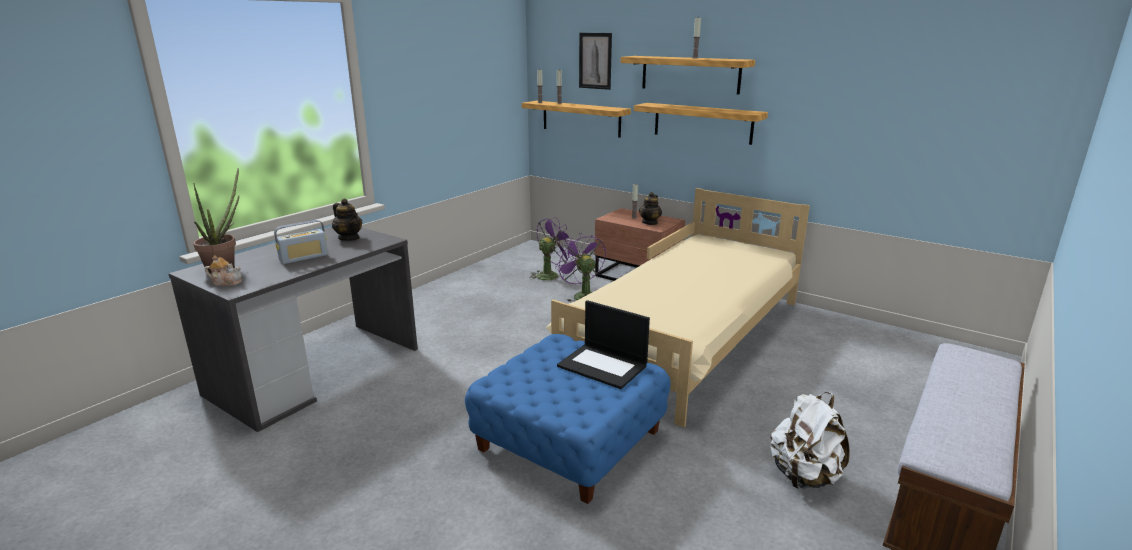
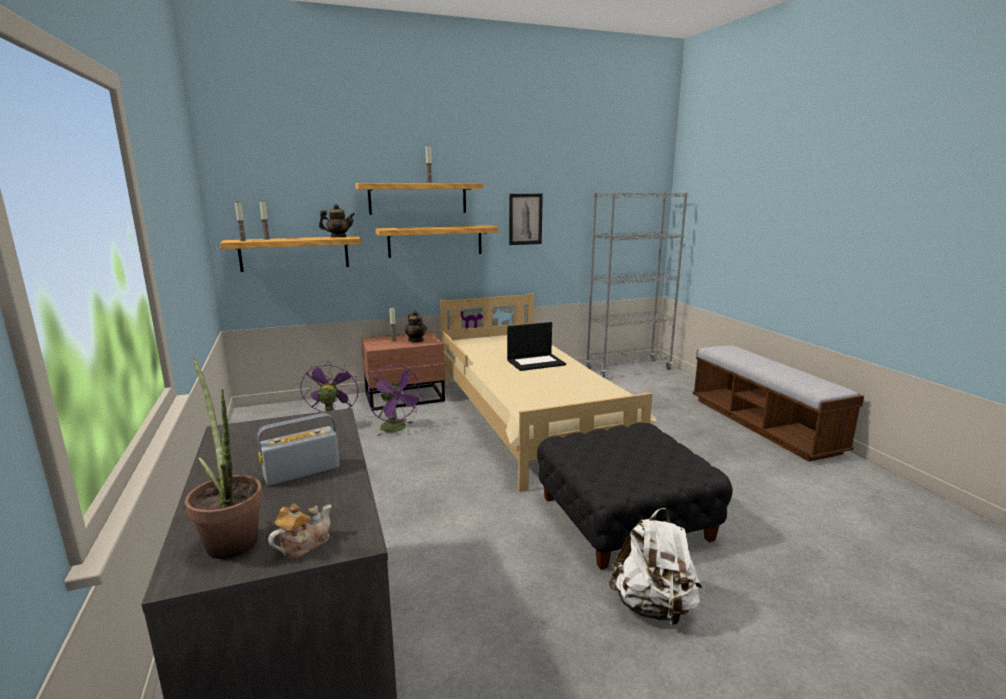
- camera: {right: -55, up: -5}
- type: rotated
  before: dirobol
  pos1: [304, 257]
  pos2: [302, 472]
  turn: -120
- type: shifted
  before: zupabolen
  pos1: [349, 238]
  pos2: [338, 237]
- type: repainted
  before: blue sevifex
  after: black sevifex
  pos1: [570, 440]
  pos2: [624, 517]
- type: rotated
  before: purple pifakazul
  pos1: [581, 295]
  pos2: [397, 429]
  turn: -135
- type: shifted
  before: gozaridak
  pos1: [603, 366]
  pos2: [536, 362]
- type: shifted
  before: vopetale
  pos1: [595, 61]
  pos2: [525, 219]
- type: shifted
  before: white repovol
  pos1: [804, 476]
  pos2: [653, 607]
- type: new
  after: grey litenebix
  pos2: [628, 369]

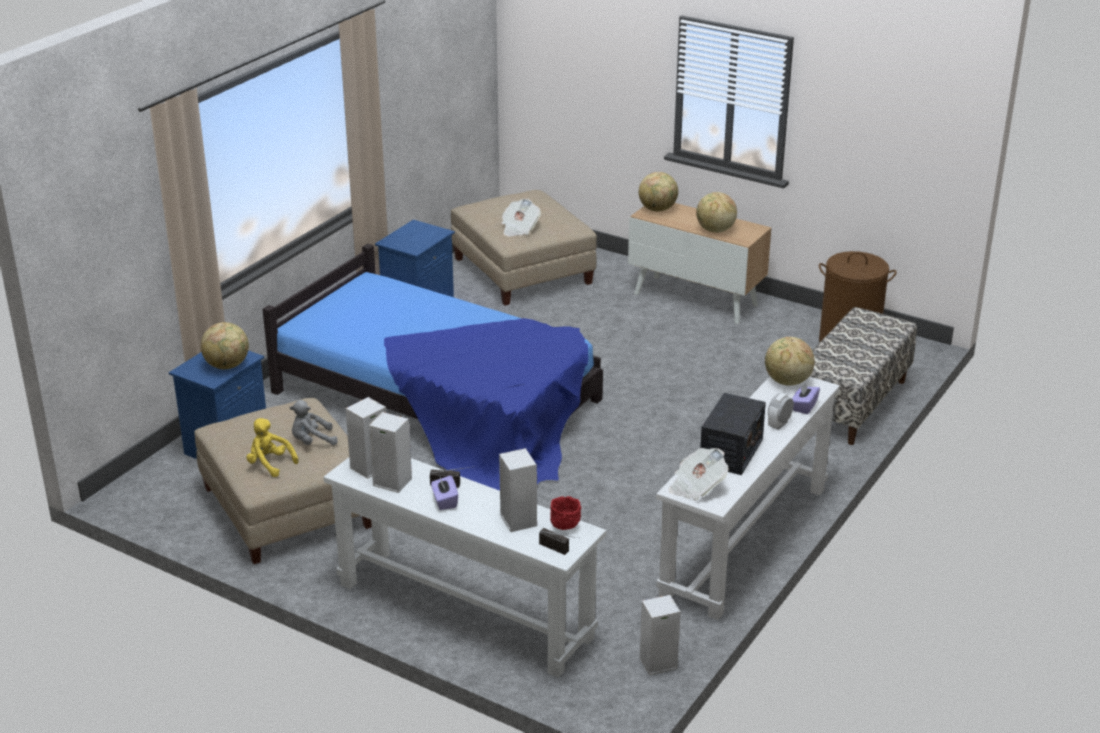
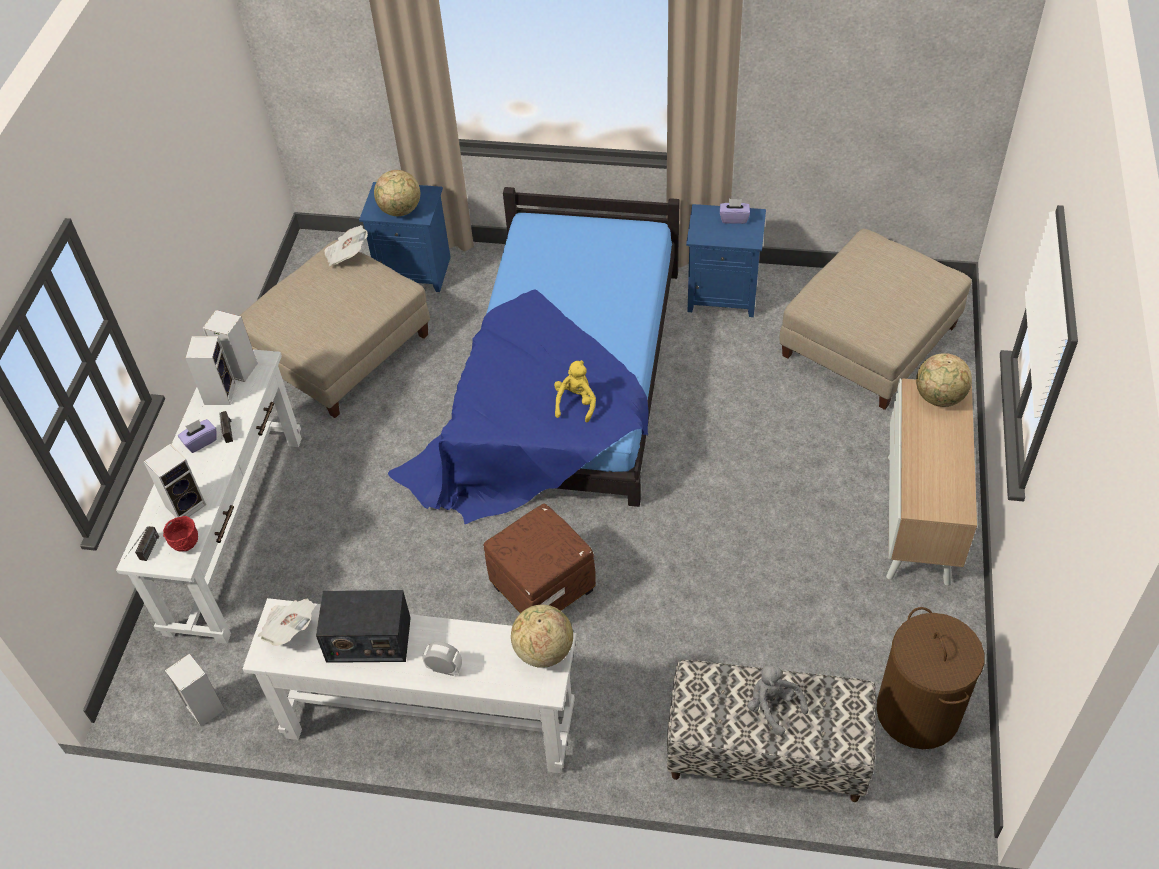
- camera: {right: 70, up: 20}
- type: shifted
  before: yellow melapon
  pos1: [270, 464]
  pos2: [576, 403]
- type: shifted
  before: grey melapon
  pos1: [312, 441]
  pos2: [772, 707]
- type: shifted
  before: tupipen
  pos1: [519, 228]
  pos2: [347, 255]
- type: gone
  before: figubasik
  pos1: [715, 230]
- type: shifted
  before: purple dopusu
  pos1: [804, 407]
  pos2: [734, 218]
- type: new
  after: brown sevifex
  pos2: [542, 590]

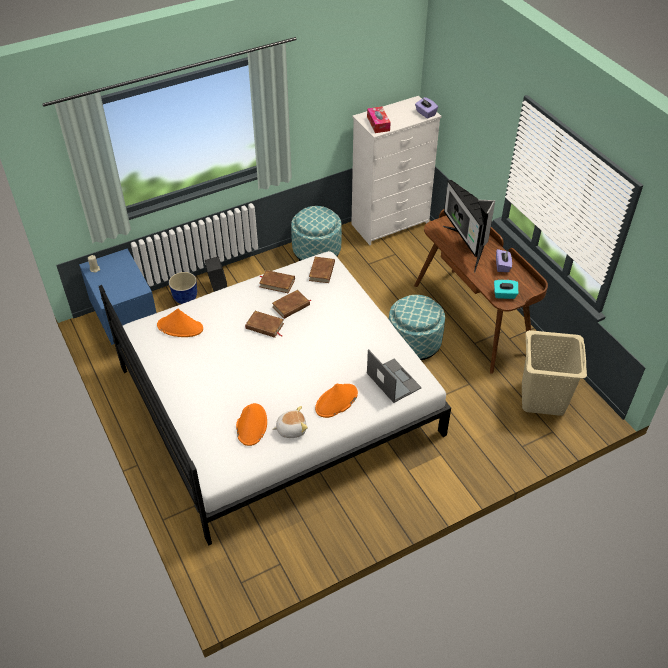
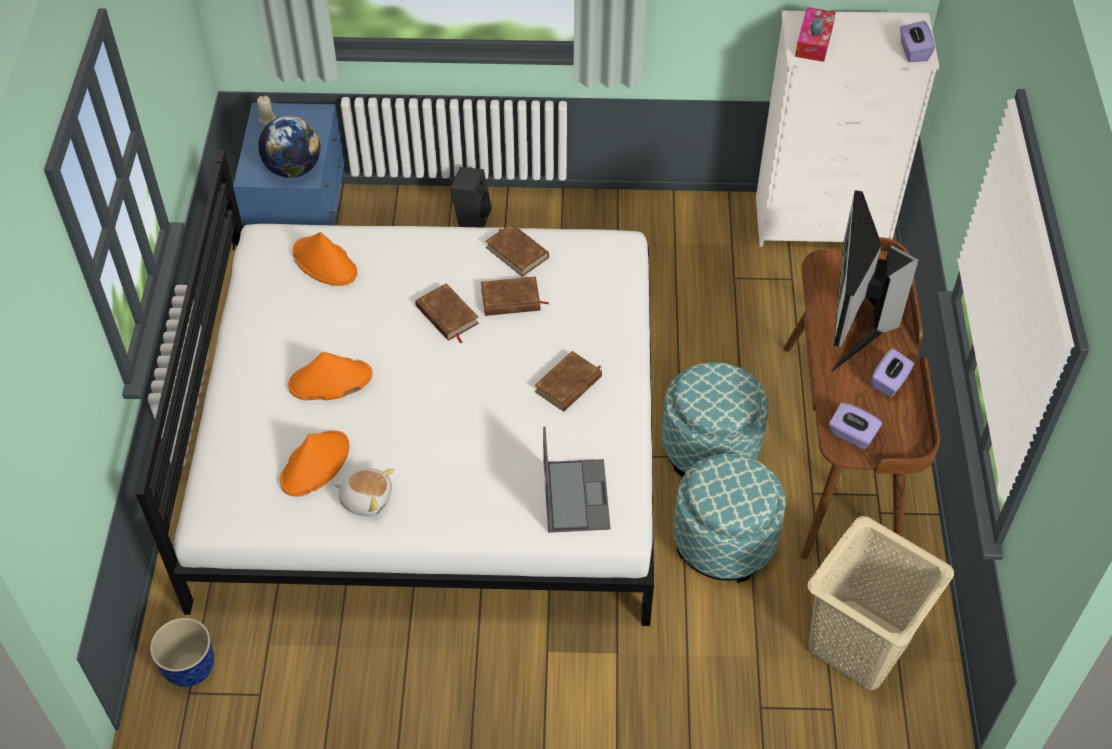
- camera: {right: 30, up: 5}
- type: shifted
  before: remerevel
  pos1: [185, 298]
  pos2: [190, 667]
- type: shifted
  before: sevifex
  pos1: [316, 251]
  pos2: [724, 540]
- type: shifted
  before: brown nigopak
  pos1: [322, 271]
  pos2: [569, 384]
- type: shifted
  before: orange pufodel
  pos1: [336, 401]
  pos2: [330, 381]
- type: repainted
  before: turquoise dopusu
  after: purple dopusu
  pos1: [504, 295]
  pos2: [852, 435]
- type: new
  after: figubasik
  pos2: [294, 169]

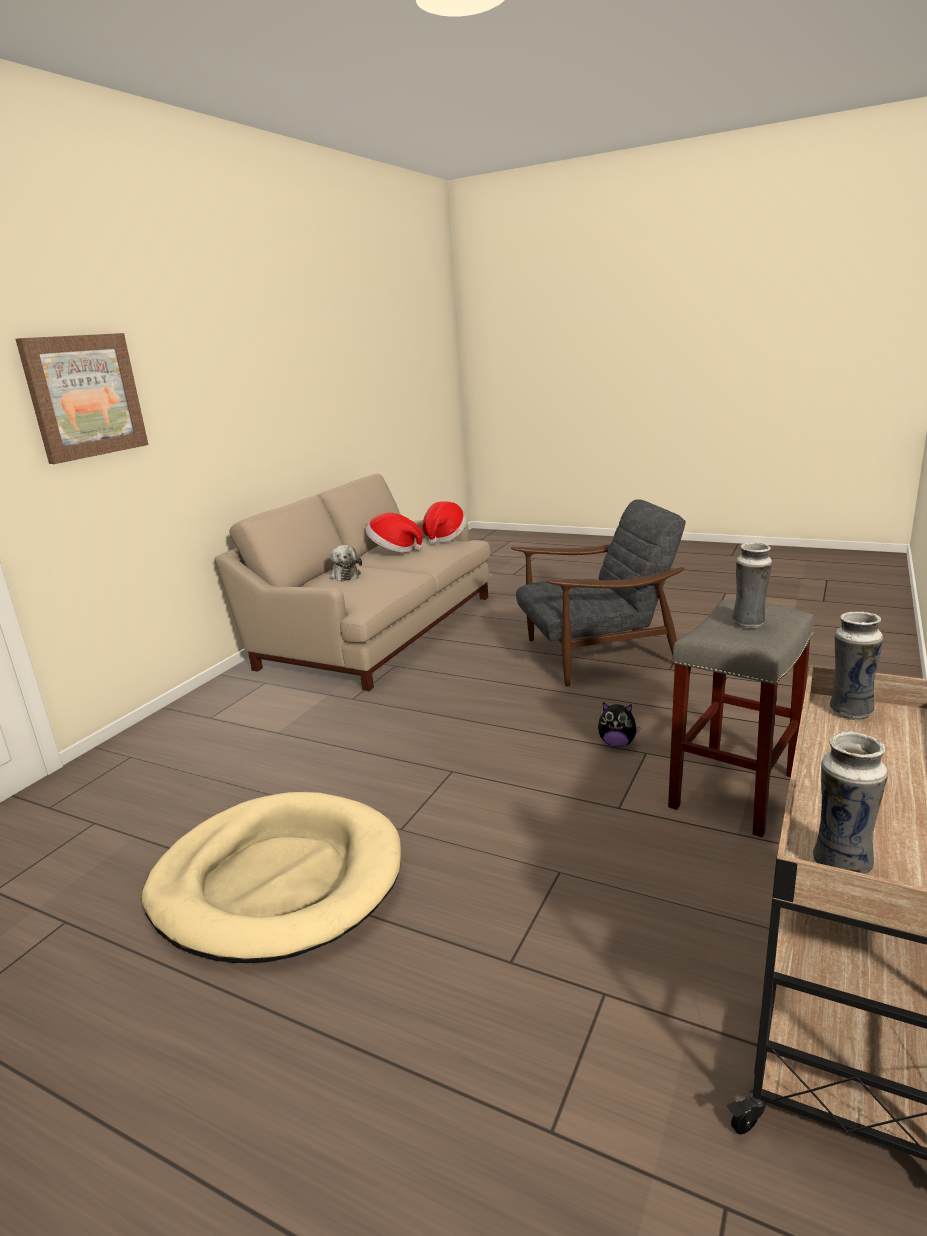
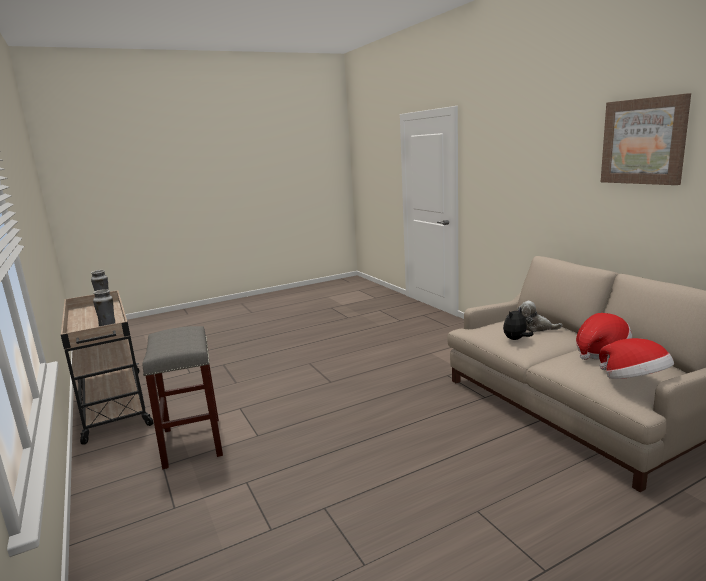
- camera: {right: 125, up: -5}
- type: shifted
  before: vopetale
  pos1: [84, 396]
  pos2: [643, 141]
- type: gone
  before: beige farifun
  pos1: [278, 881]
- type: gone
  before: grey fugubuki
  pos1: [596, 654]
- type: shifted
  before: melapon
  pos1: [617, 743]
  pos2: [516, 339]
- type: gone
  before: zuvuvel
  pos1: [749, 624]

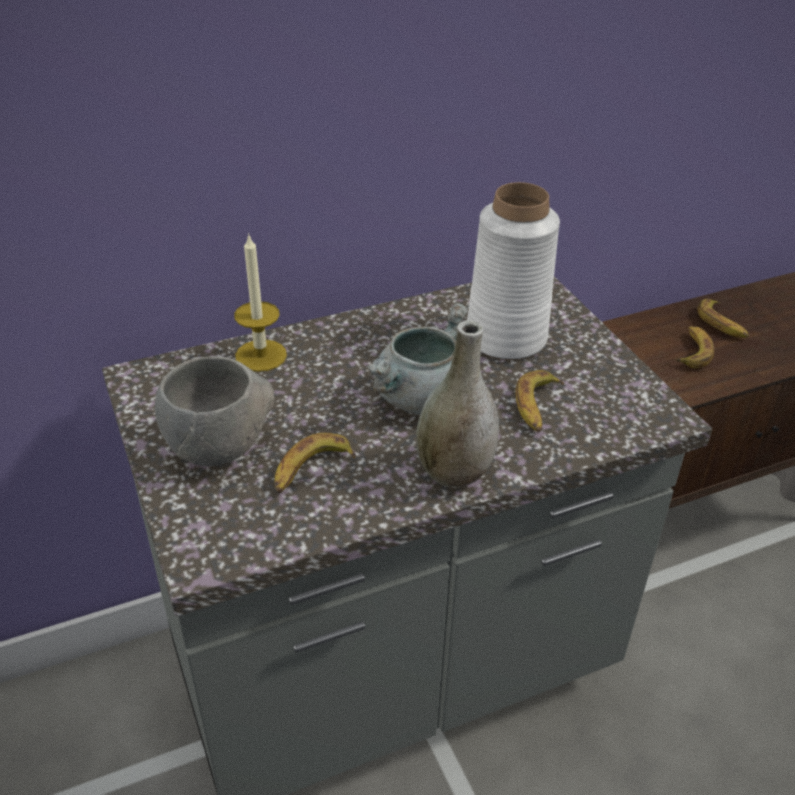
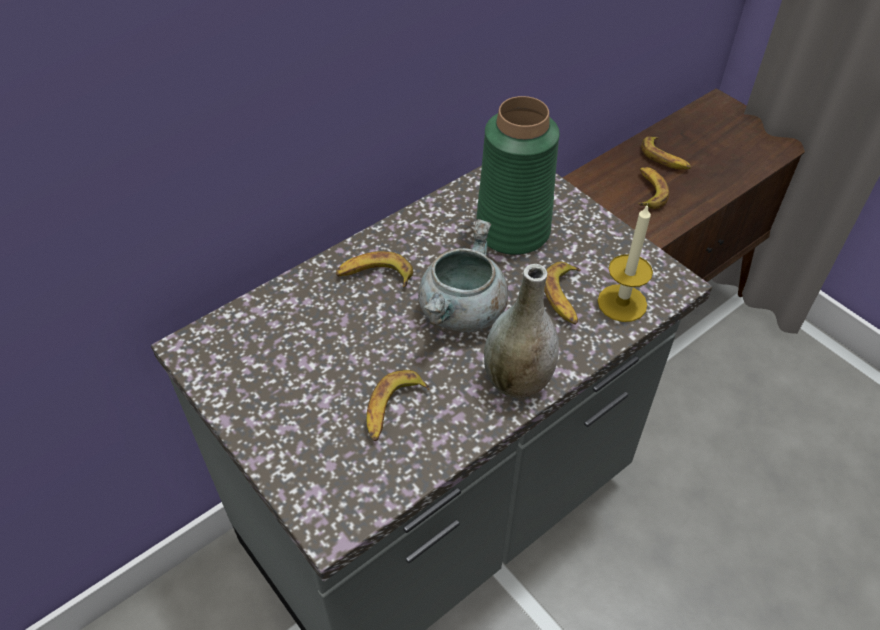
- camera: {right: -15, up: 10}
- type: gone
  before: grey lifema
  pos1: [219, 450]
- type: shifted
  before: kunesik
  pos1: [261, 355]
  pos2: [622, 303]
- type: repainted
  before: white zuvuvel
  after: green zuvuvel
  pos1: [505, 338]
  pos2: [512, 231]
- type: new
  after: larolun
  pos2: [375, 276]

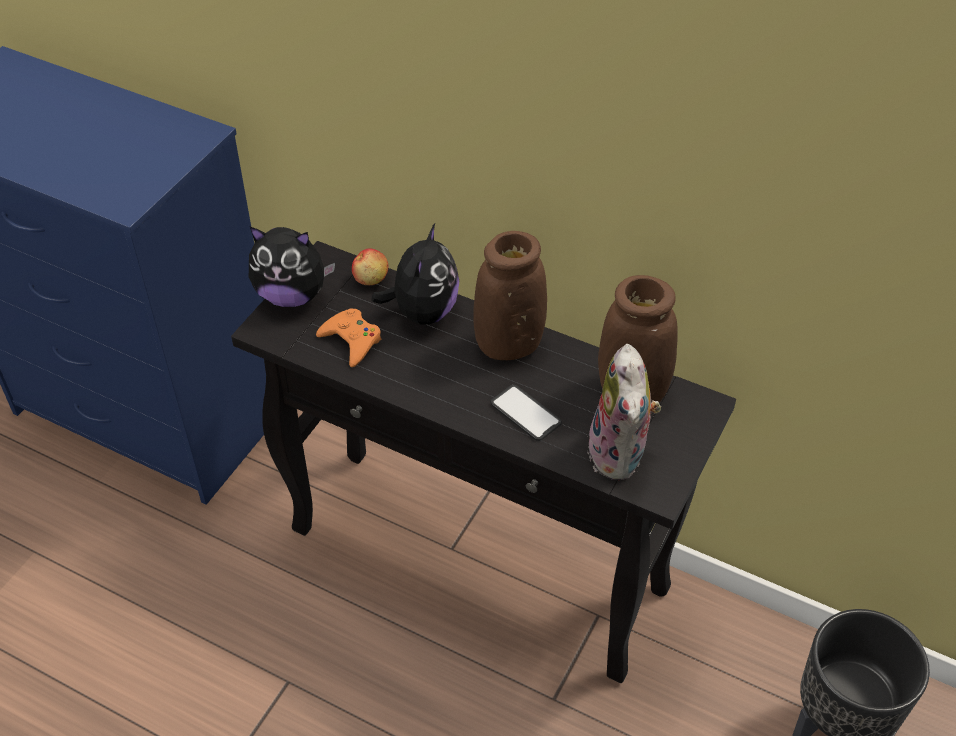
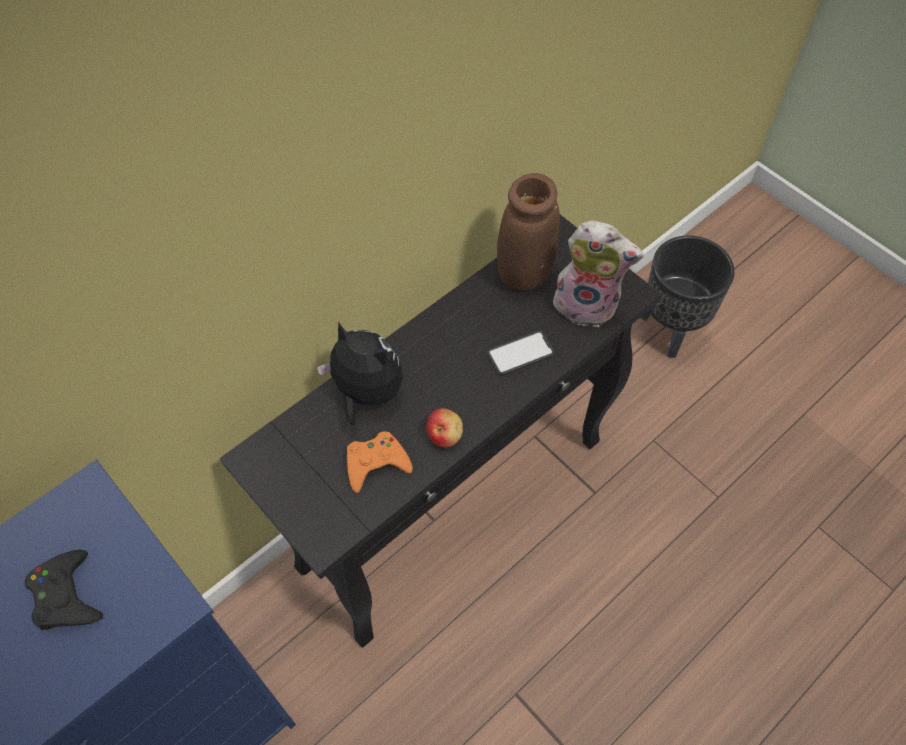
- camera: {right: -70, up: 10}
- type: gone
  before: melapon
  pos1: [292, 295]
- type: shifted
  before: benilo
  pos1: [371, 278]
  pos2: [444, 434]
- type: gone
  before: brown zuvuvel
  pos1: [509, 344]
- type: new
  after: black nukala
  pos2: [66, 596]

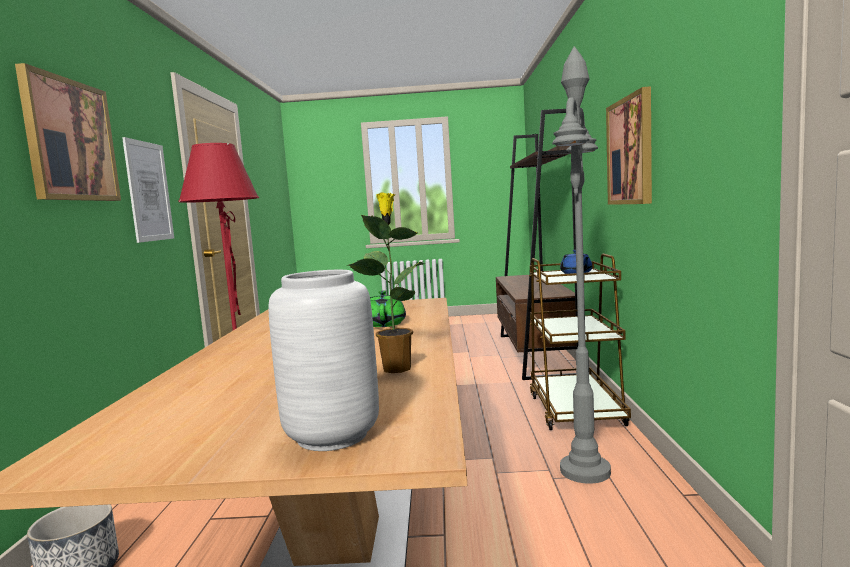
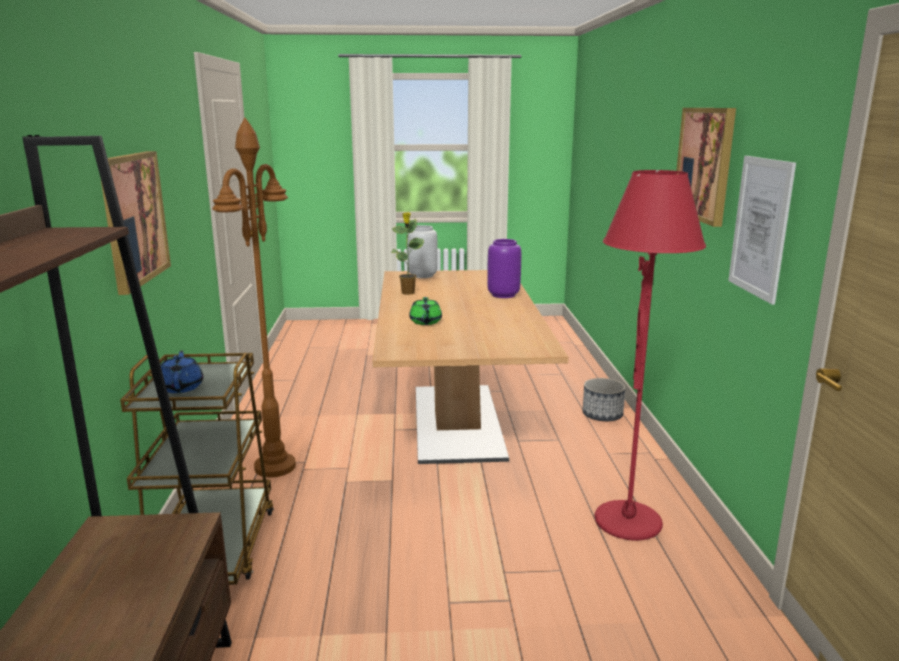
- camera: {right: 175, up: 10}
- type: repainted
  before: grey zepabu
  after: brown zepabu
  pos1: [585, 471]
  pos2: [275, 466]
- type: new
  after: purple zuvuvel
  pos2: [504, 295]

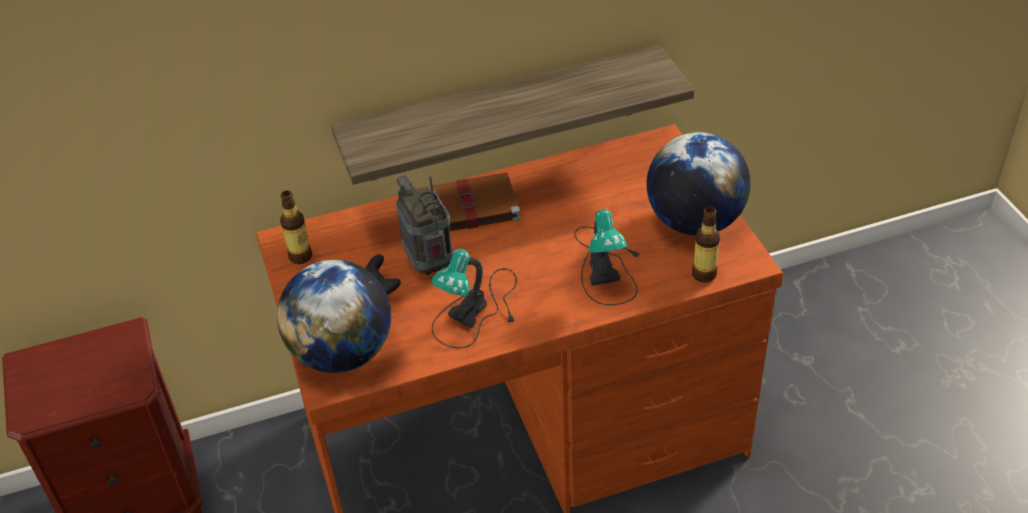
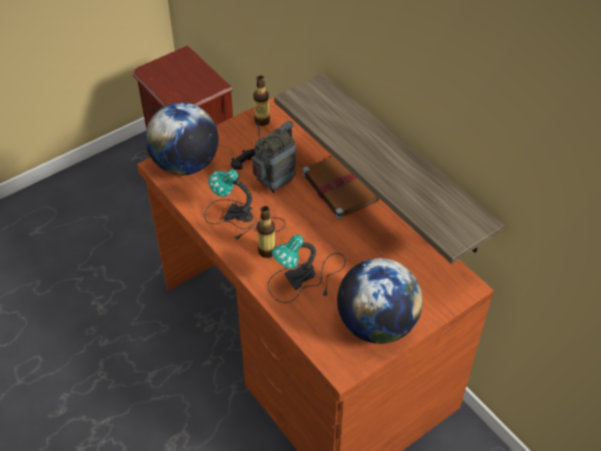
- camera: {right: 70, up: 5}
- type: shifted
  before: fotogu
  pos1: [704, 274]
  pos2: [267, 251]

